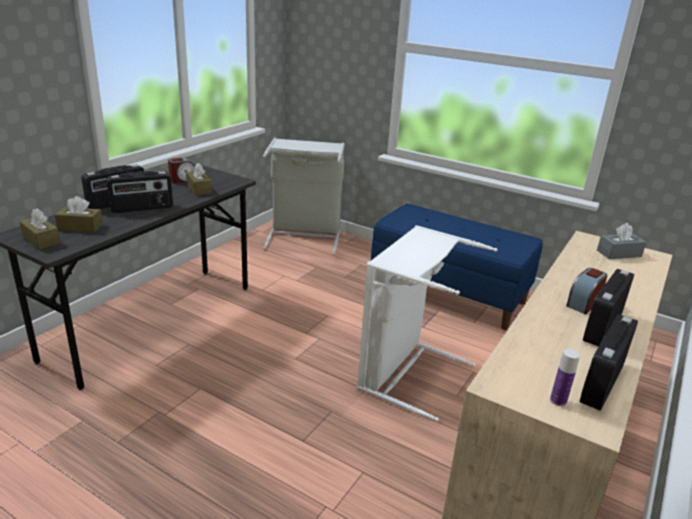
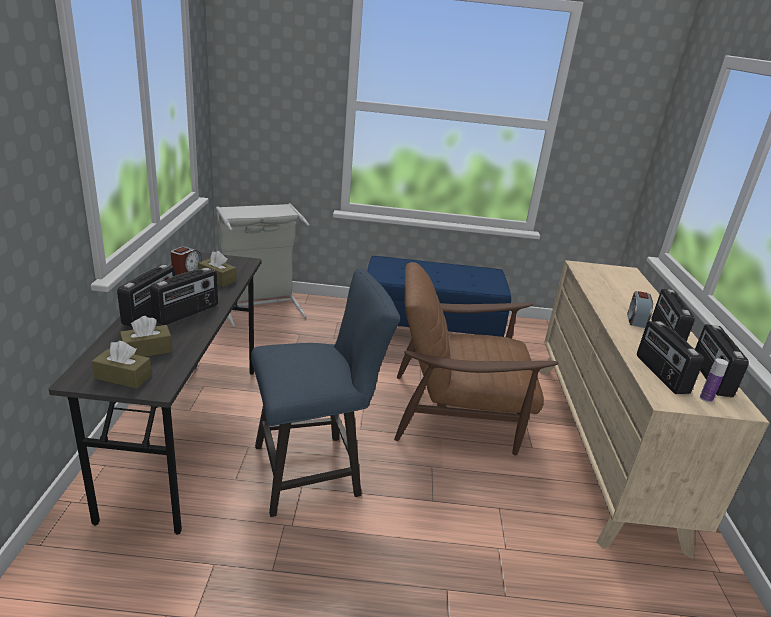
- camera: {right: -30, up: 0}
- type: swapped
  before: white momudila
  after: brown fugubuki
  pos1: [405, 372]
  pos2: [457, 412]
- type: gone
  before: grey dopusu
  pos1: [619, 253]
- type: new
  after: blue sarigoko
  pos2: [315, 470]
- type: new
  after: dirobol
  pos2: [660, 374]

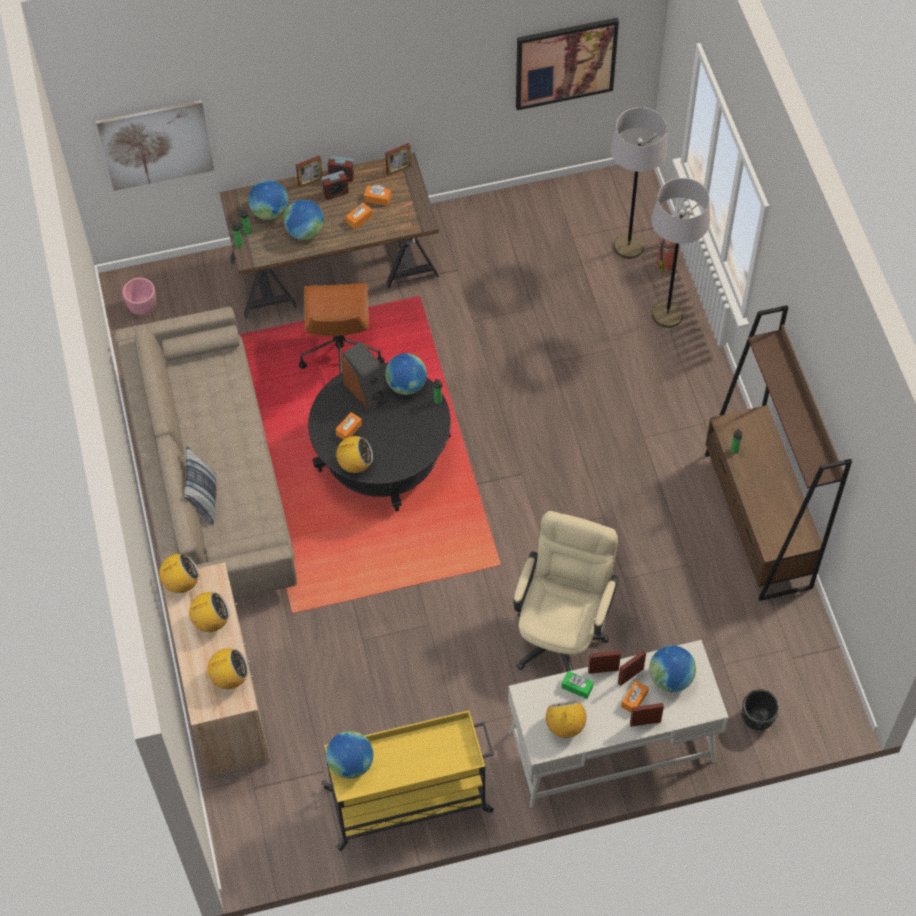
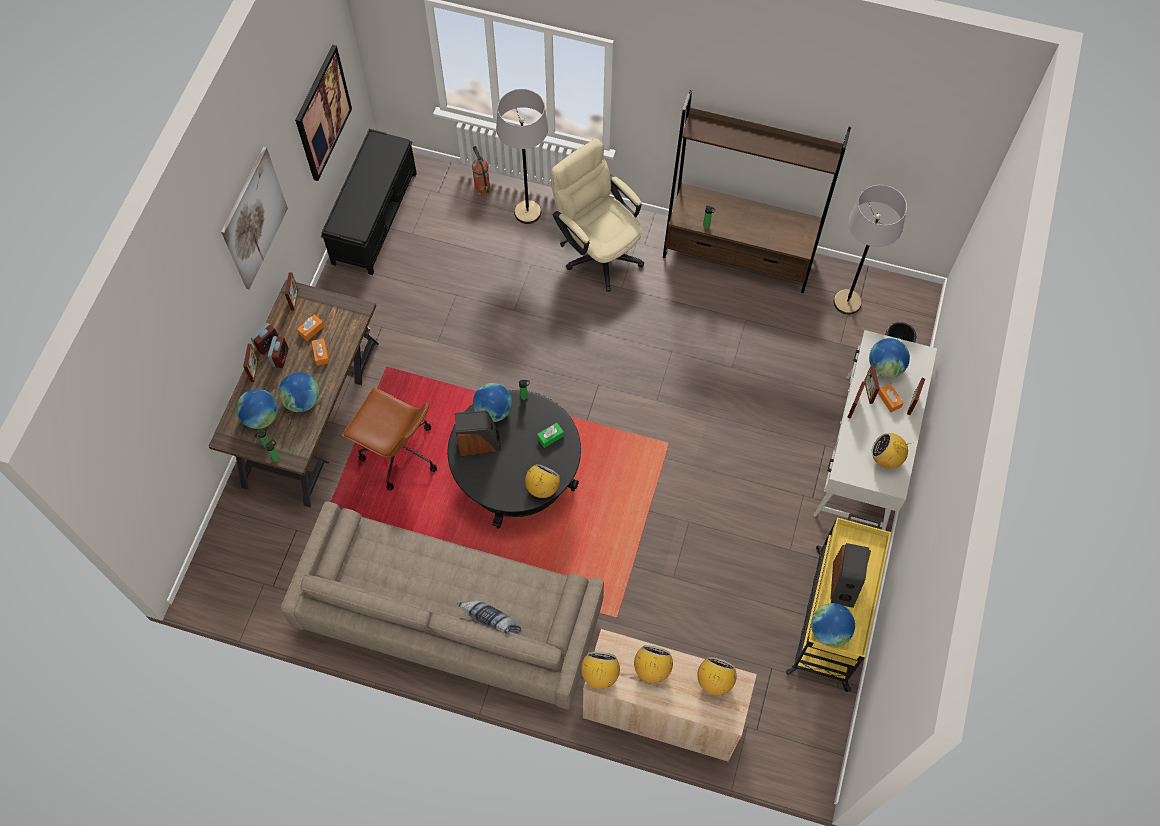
- camera: {right: -60, up: 5}
- type: shifted
  before: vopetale
  pos1: [156, 145]
  pos2: [254, 219]
- type: gone
  before: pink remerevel
  pos1: [142, 308]
- type: gone
  before: orange dopusu
  pos1: [349, 429]
- type: shifted
  before: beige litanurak
  pos1: [562, 631]
  pos2: [598, 251]
- type: shifted
  before: green dopusu
  pos1: [577, 687]
  pos2: [550, 437]
- type: shifted
  before: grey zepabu
  pos1: [628, 247]
  pos2: [847, 302]
- type: new
  after: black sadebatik
  pos2: [375, 217]
- type: new
  after: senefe
  pos2: [844, 584]

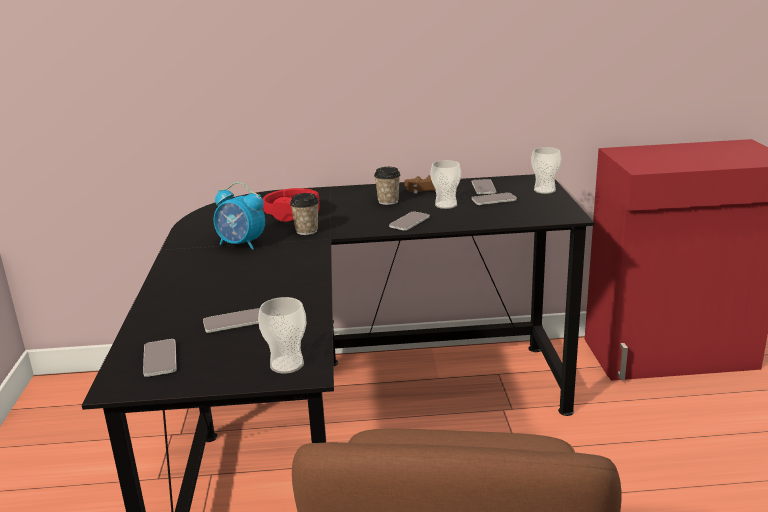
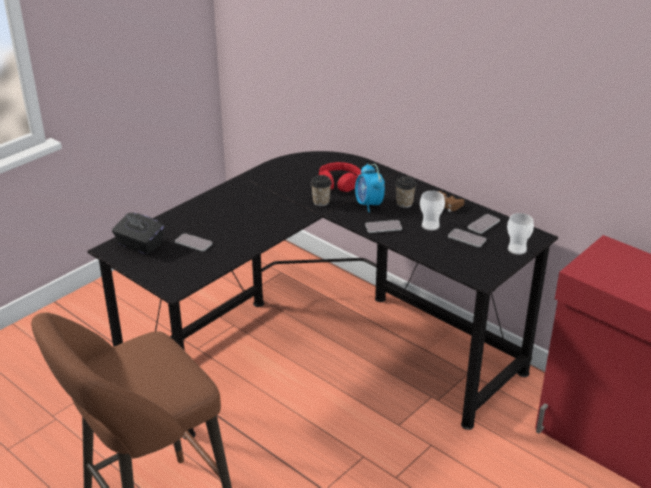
- camera: {right: 45, up: 10}
- type: swapped
  before: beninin
  after: black dopusu
  pos1: [160, 359]
  pos2: [139, 245]
- type: shifted
  before: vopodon
  pos1: [241, 244]
  pos2: [369, 205]
- type: gone
  before: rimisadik
  pos1: [287, 364]

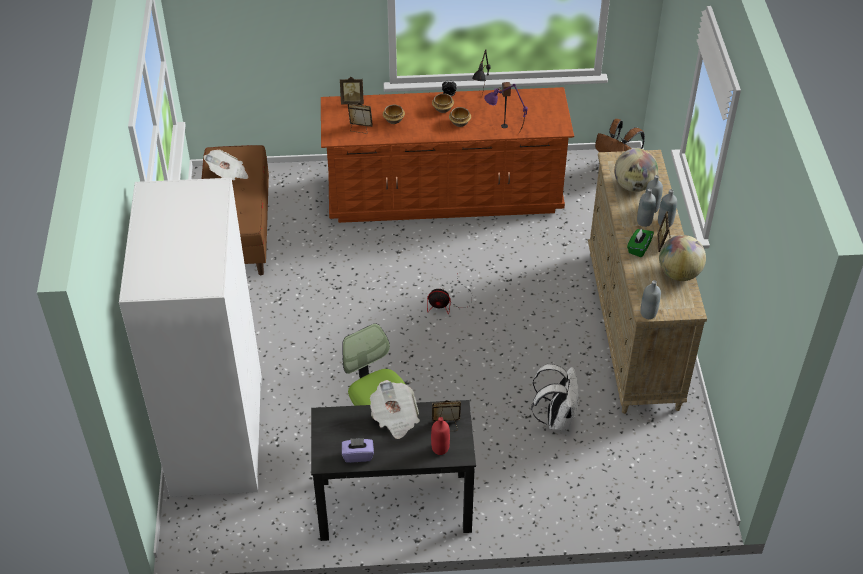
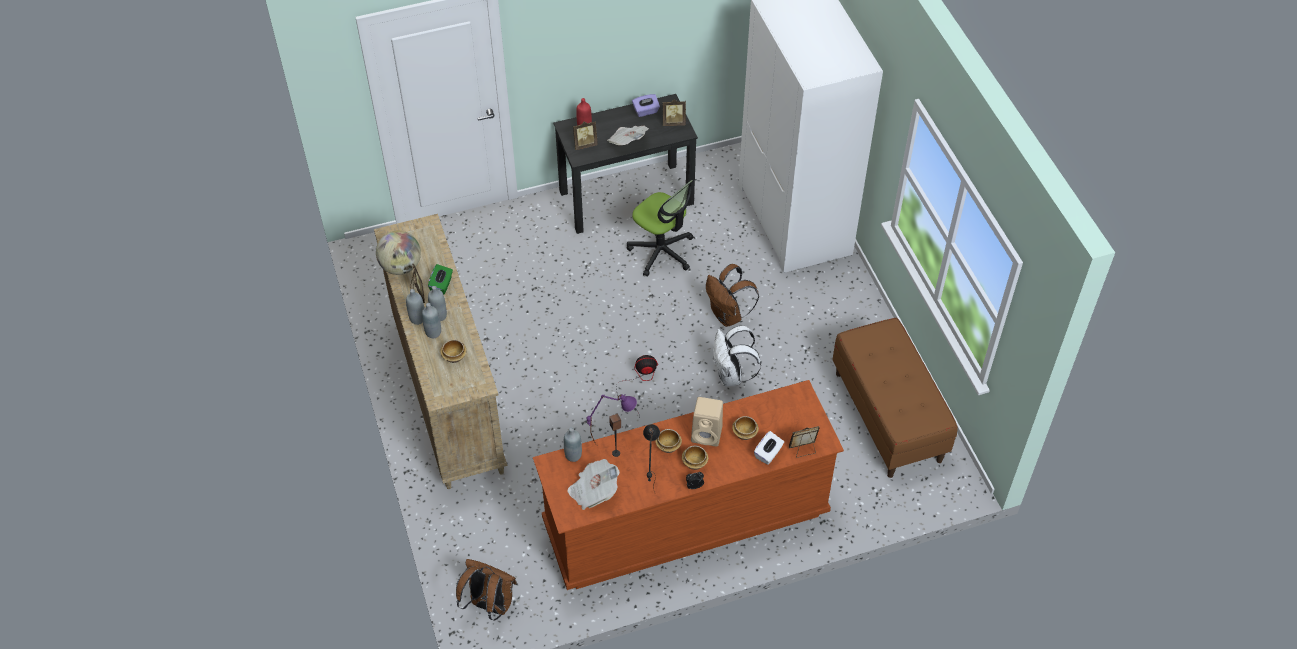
- camera: {right: 165, up: 5}
- type: shifted
  before: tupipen
  pos1: [228, 174]
  pos2: [593, 491]
- type: shifted
  before: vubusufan
  pos1: [360, 129]
  pos2: [673, 122]
- type: shifted
  before: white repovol
  pos1: [556, 418]
  pos2: [731, 376]
- type: swapped
  before: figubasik
  after: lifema
  pos1: [633, 186]
  pos2: [454, 356]
- type: shifted
  before: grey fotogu
  pos1: [648, 313]
  pos2: [573, 455]
- type: new
  after: beige senefe
  pos2: [707, 434]
- type: new
  after: brown repovol
  pos2: [728, 315]
- type: new
  after: white dopusu
  pos2: [768, 454]

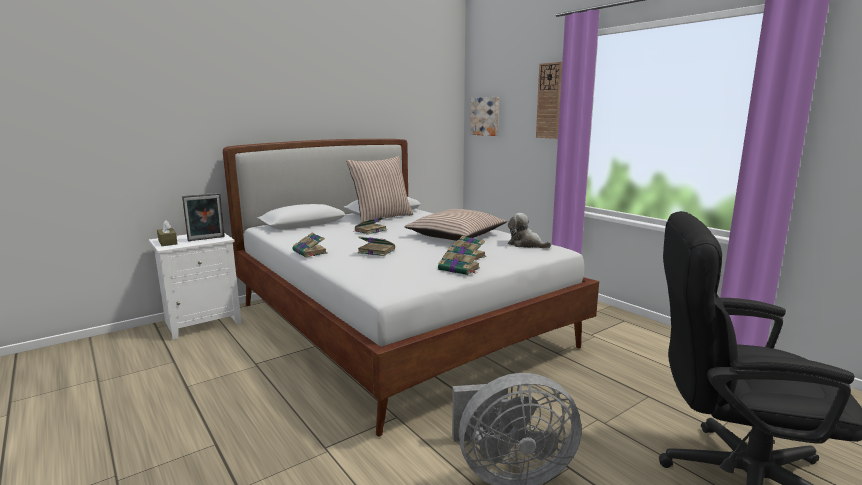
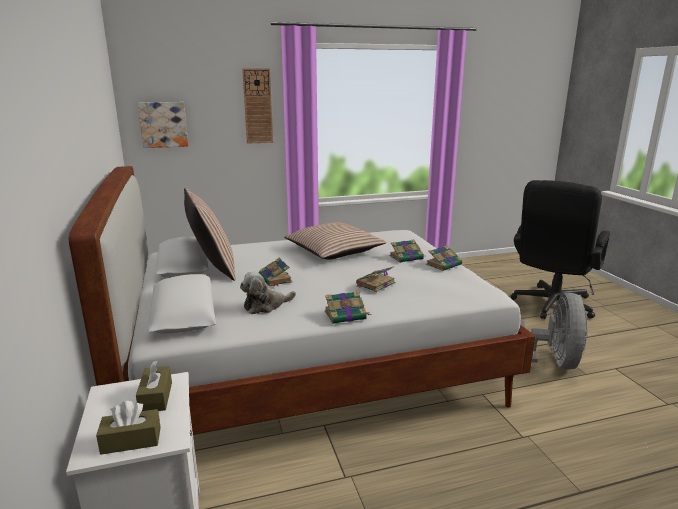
- camera: {right: -70, up: 5}
- type: swapped
  before: vubusufan
  after: brown dopusu
  pos1: [206, 239]
  pos2: [156, 397]
- type: shifted
  before: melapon
  pos1: [526, 244]
  pos2: [265, 305]

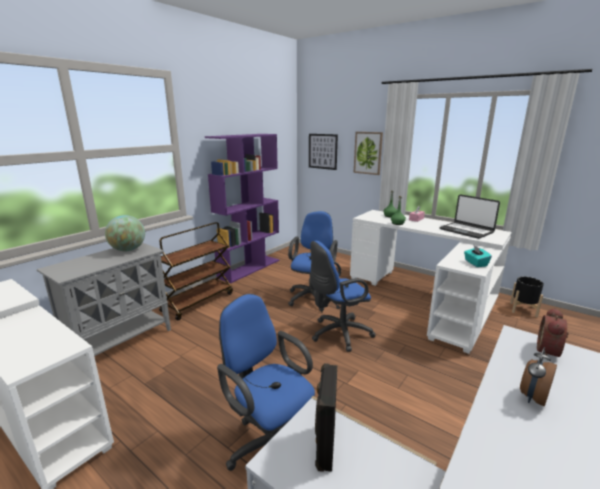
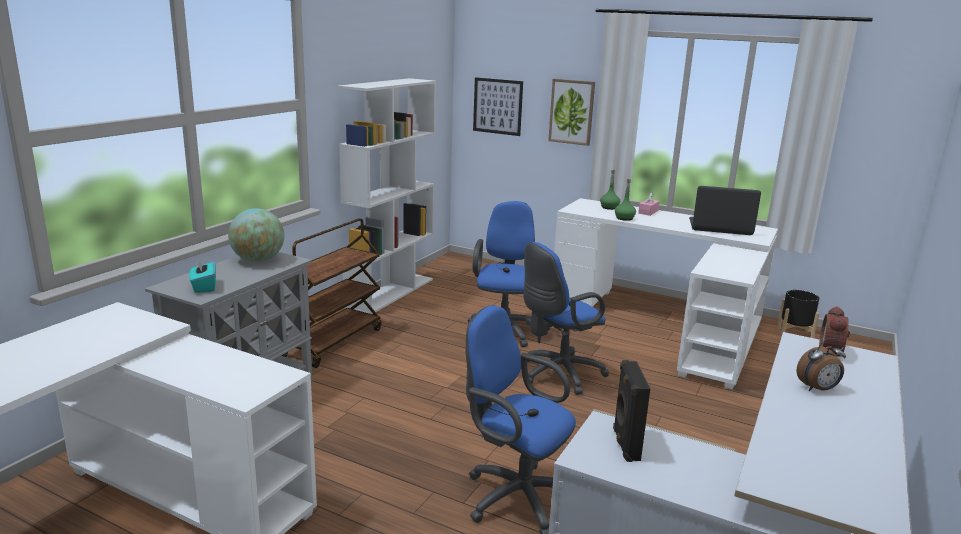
- camera: {right: -10, up: 0}
- type: repainted
  before: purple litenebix
  after: white litenebix
  pos1: [249, 268]
  pos2: [390, 292]
- type: rotated
  before: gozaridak
  pos1: [466, 231]
  pos2: [720, 228]
  turn: 150
- type: shifted
  before: turquoise dopusu
  pos1: [475, 263]
  pos2: [204, 287]
- type: rotated
  before: vopodon
  pos1: [532, 397]
  pos2: [818, 389]
  turn: -135

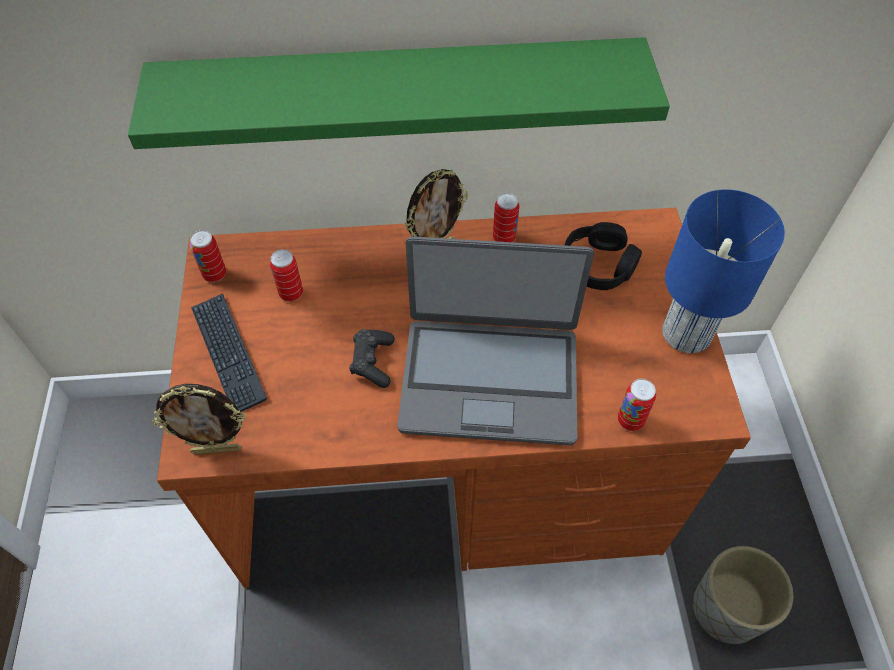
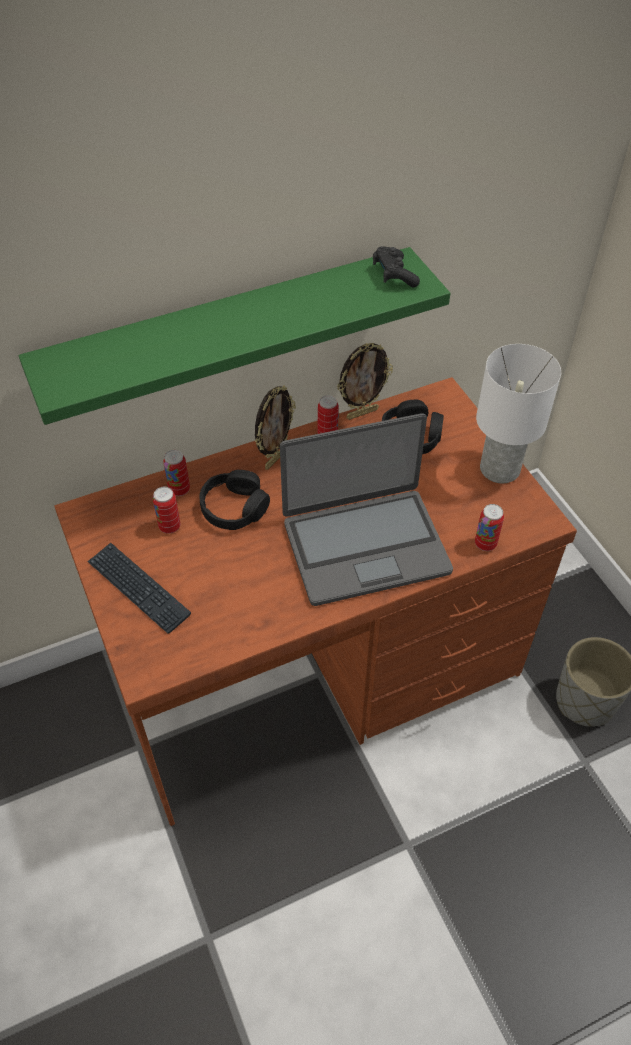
- camera: {right: -20, up: -5}
- type: shifted
  before: vubusufan
  pos1: [217, 449]
  pos2: [362, 413]
- type: shifted
  before: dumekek
  pos1: [215, 274]
  pos2: [179, 490]
- type: shifted
  before: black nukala
  pos1: [372, 362]
  pos2: [394, 275]
- type: repainted
  before: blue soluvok
  after: white soluvok
  pos1: [688, 334]
  pos2: [501, 469]
- type: new
  after: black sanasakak
  pos2: [234, 508]

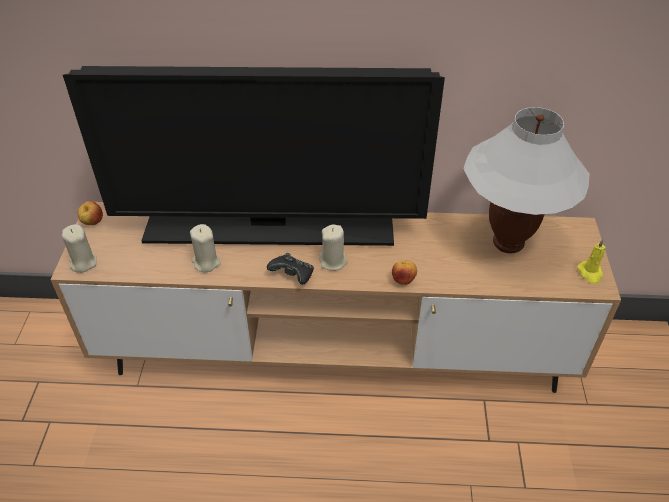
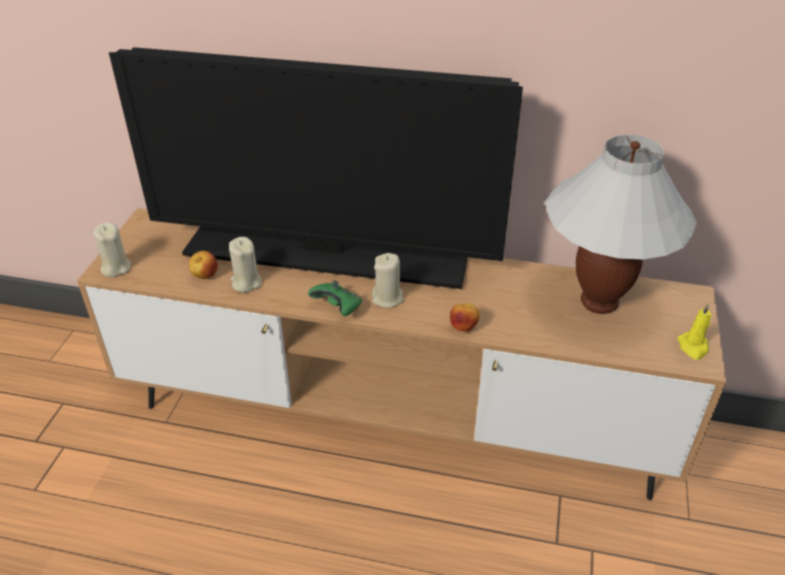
- camera: {right: 10, up: -5}
- type: shifted
  before: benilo
  pos1: [93, 222]
  pos2: [205, 276]
- type: repainted
  before: black nukala
  after: green nukala
  pos1: [293, 276]
  pos2: [338, 308]

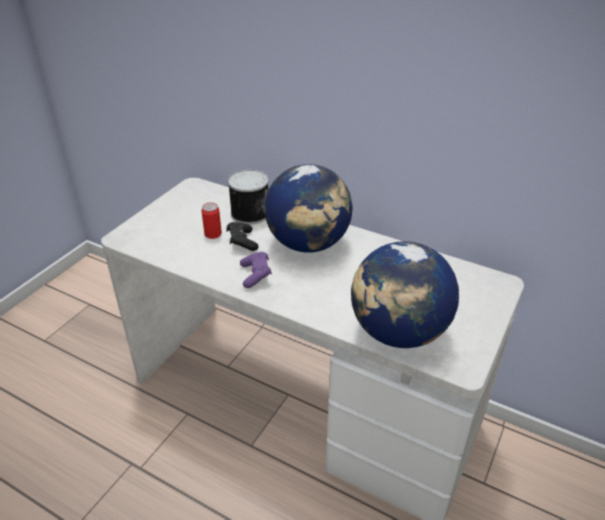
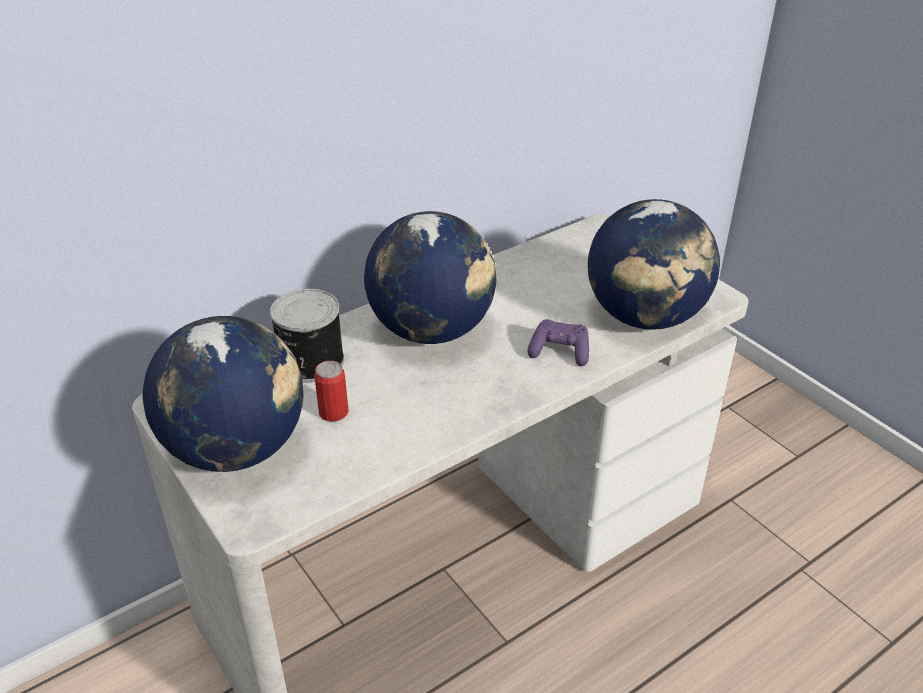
- camera: {right: -65, up: 0}
- type: gone
  before: black nukala
  pos1: [242, 242]
- type: shifted
  before: purple nukala
  pos1: [256, 275]
  pos2: [559, 352]
- type: new
  after: figubasik
  pos2: [237, 448]

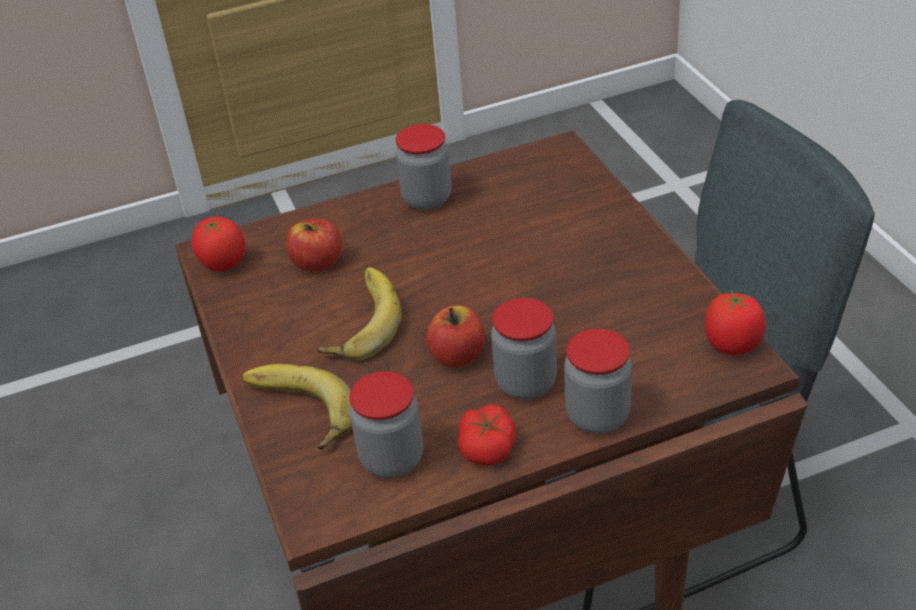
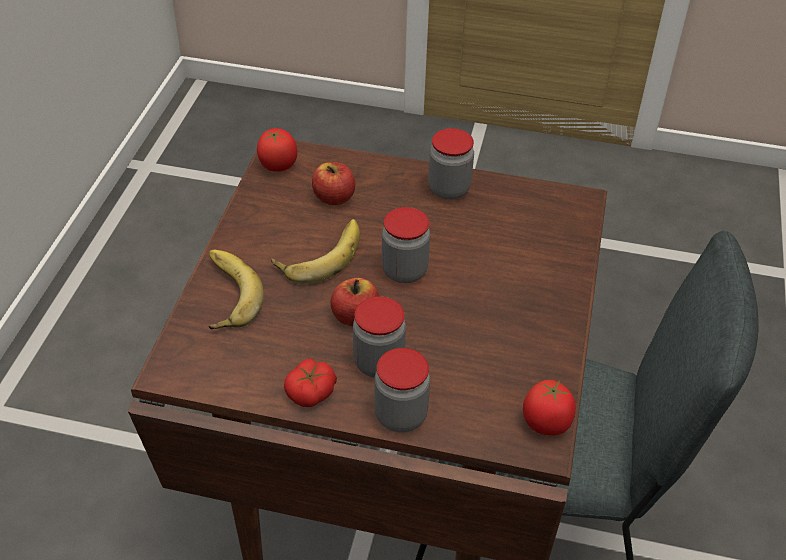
- camera: {right: 30, up: 5}
- type: shifted
  before: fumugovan
  pos1: [392, 459]
  pos2: [404, 271]

